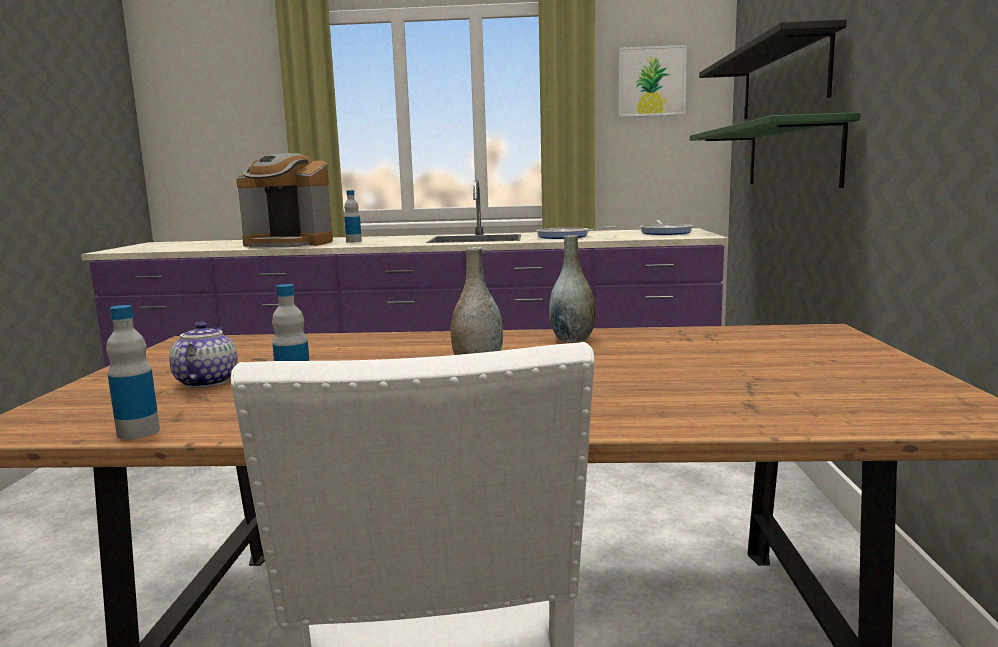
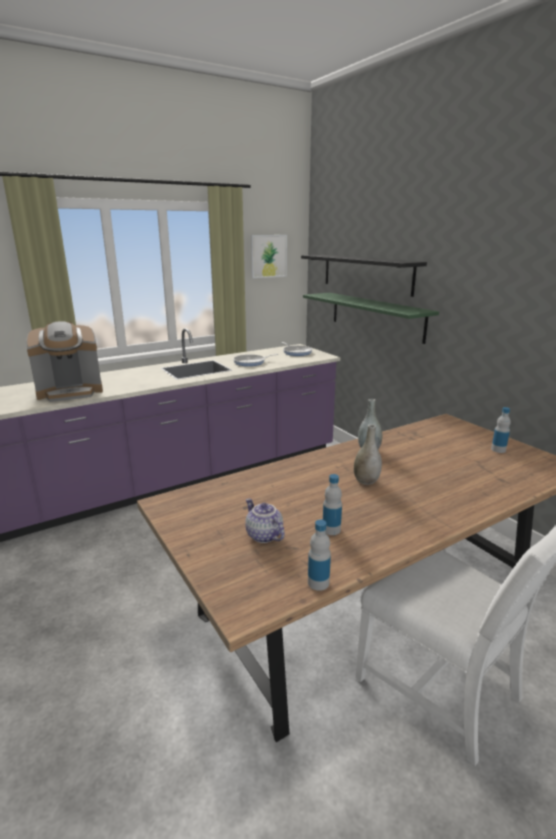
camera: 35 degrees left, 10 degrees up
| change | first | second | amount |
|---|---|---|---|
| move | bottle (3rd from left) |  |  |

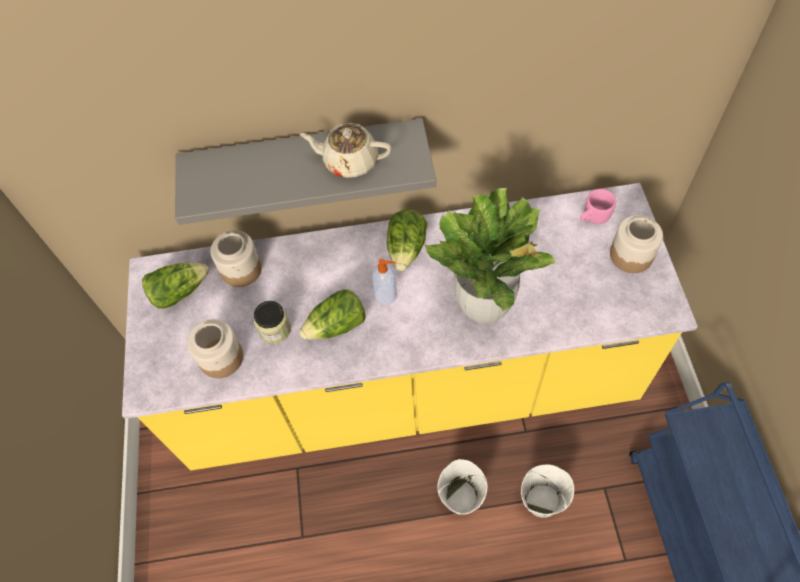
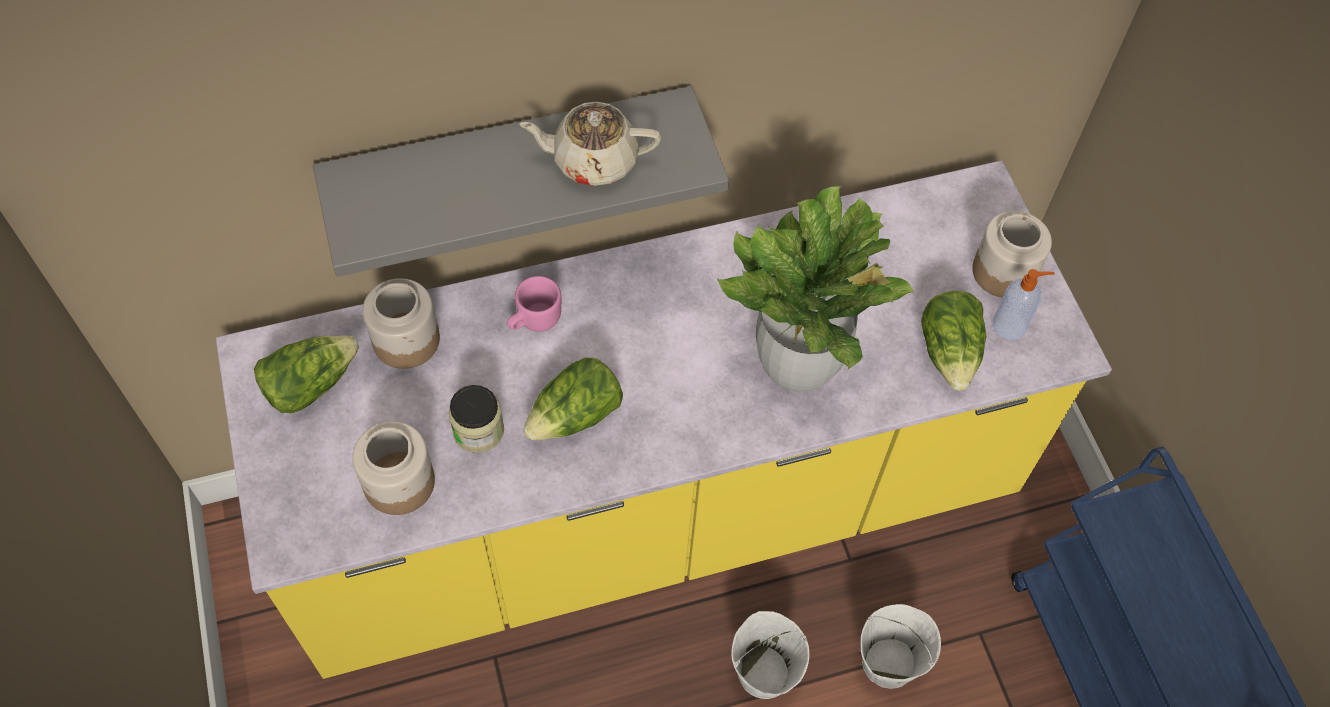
camera: 15 degrees left, 0 degrees up
| change | first | second | amount |
|---|---|---|---|
| move | soap dispenser |  |  |
| move | lettuce (3rd from left) |  |  |
| move | pink mug |  |  |

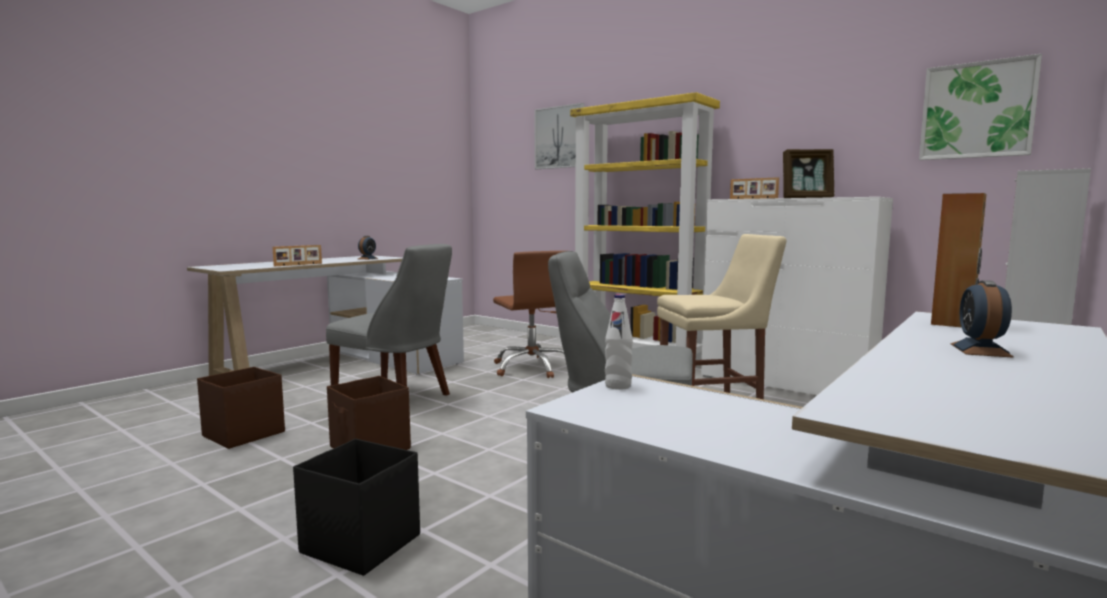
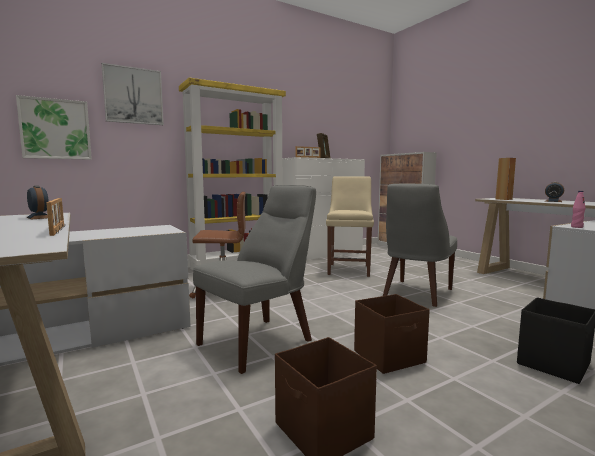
camera: 70 degrees left, 0 degrees up
| change | first | second | amount |
|---|---|---|---|
| move | picture (2nd from left in the first image) | picture (1st from left) |  |
| recolor | white bottle | pink bottle |  |

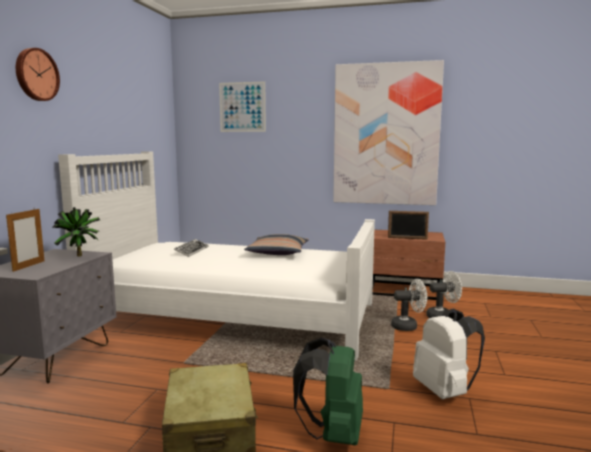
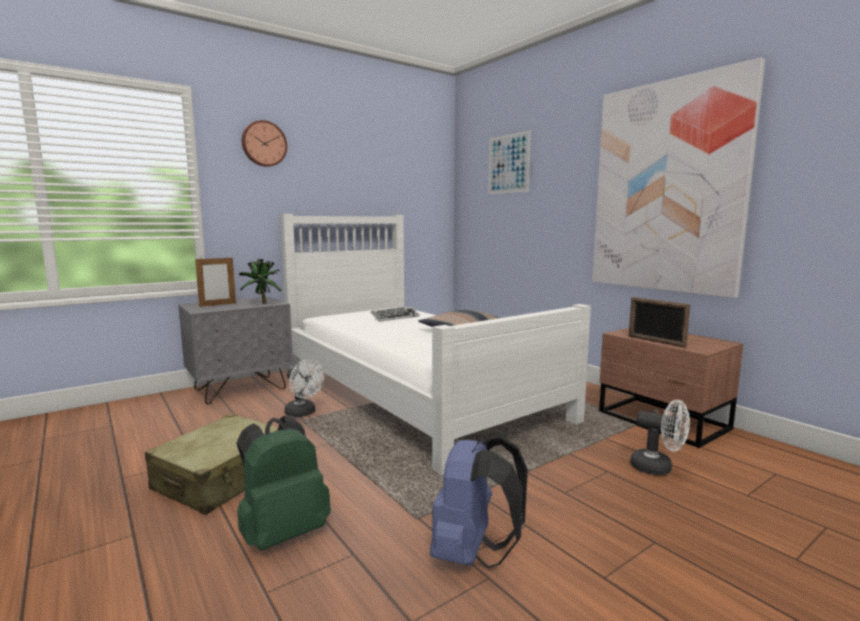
camera: 40 degrees right, 0 degrees up
| change | first | second | amount |
|---|---|---|---|
| move | white fan (1st from left) |  |  |
| recolor | white backpack | blue backpack |  |

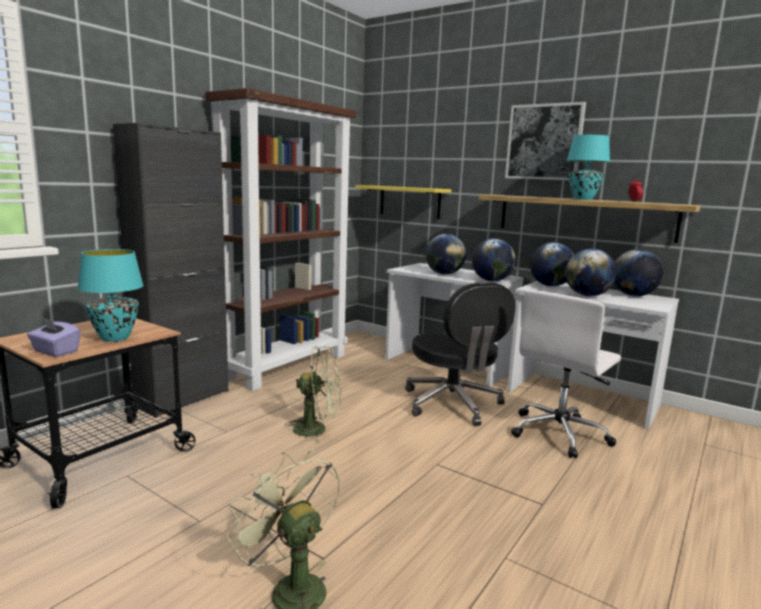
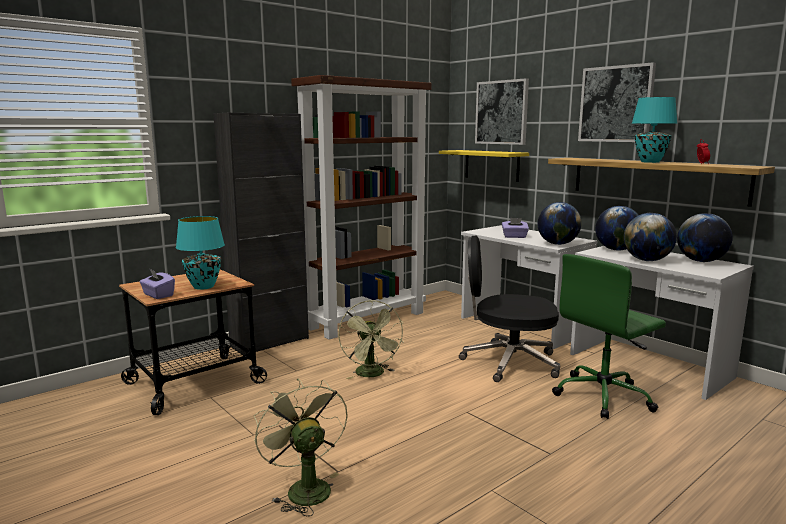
camera: 15 degrees right, 0 degrees up
| change | first | second | amount |
|---|---|---|---|
| insert |  | picture (1st from left) |  |
| replace | globe (1st from left) | purple tissue box (2nd from left) |  |
| recolor | white office chair | green office chair |  |
| rotate | green fan (2nd from left) |  | 60 degrees clockwise |
| rotate | black office chair |  | 105 degrees clockwise |

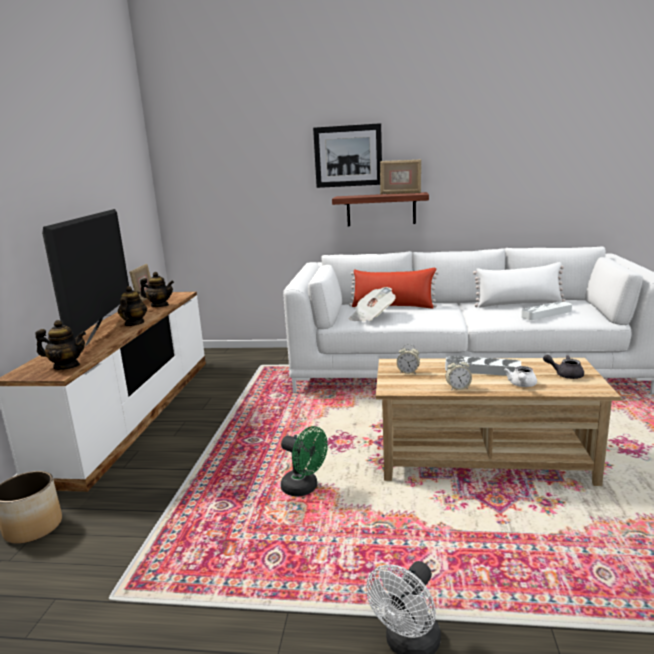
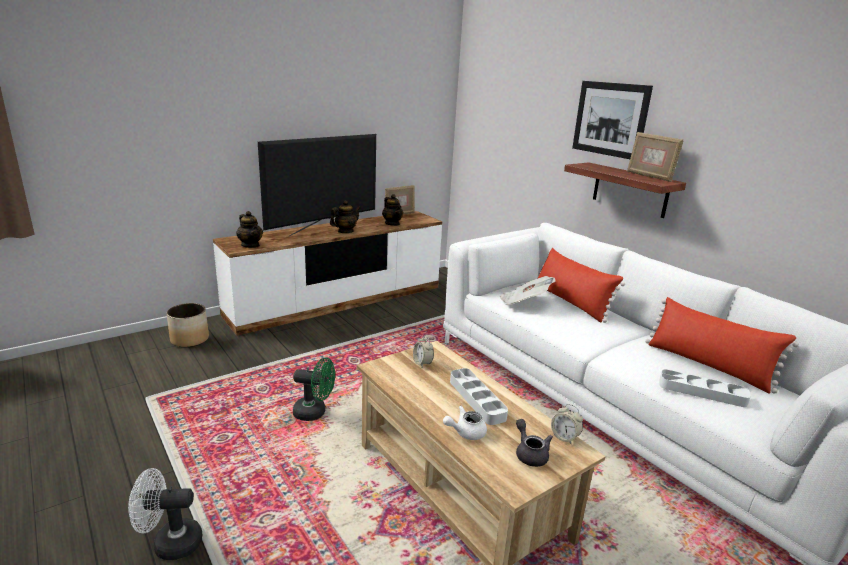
camera: 45 degrees right, 5 degrees up
| change | first | second | amount |
|---|---|---|---|
| move | alarm clock (2nd from left) |  |  |
| recolor | white pillow | red pillow (2nd from left) |  |
| rotate | green fan |  | 75 degrees counterclockwise |

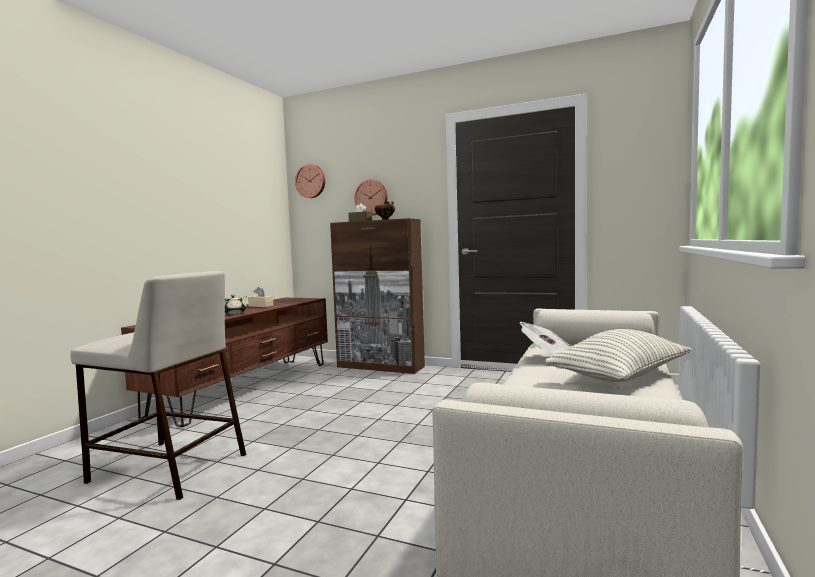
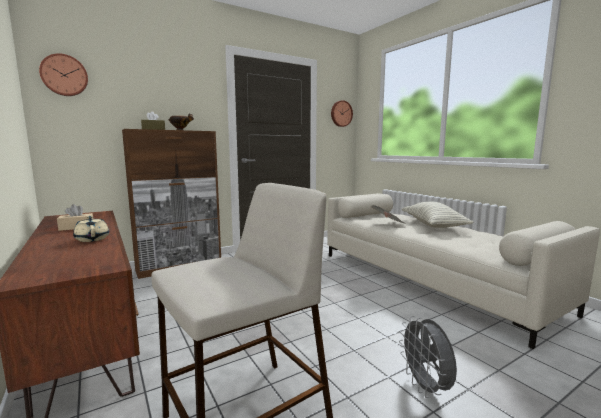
camera: 55 degrees left, 5 degrees up
| change | first | second | amount |
|---|---|---|---|
| insert |  | grey fan |  |
| move | wall clock (2nd from left) |  |  |

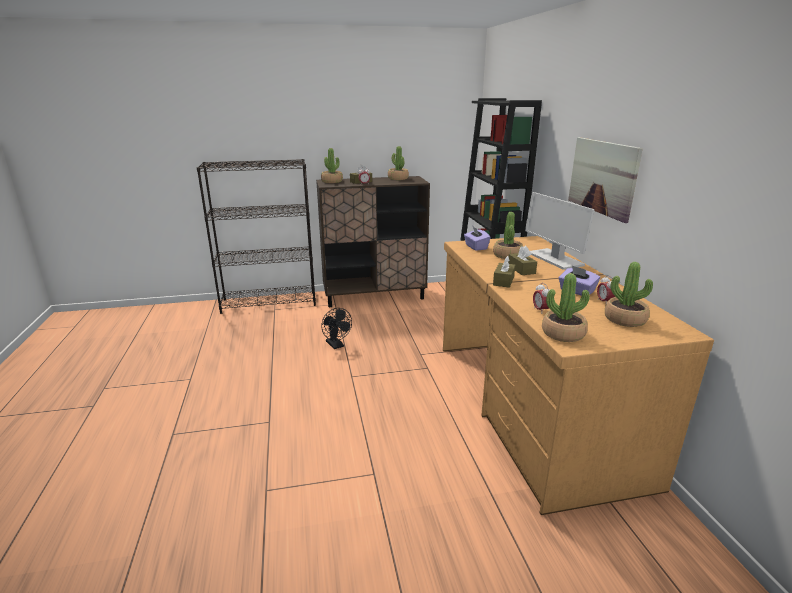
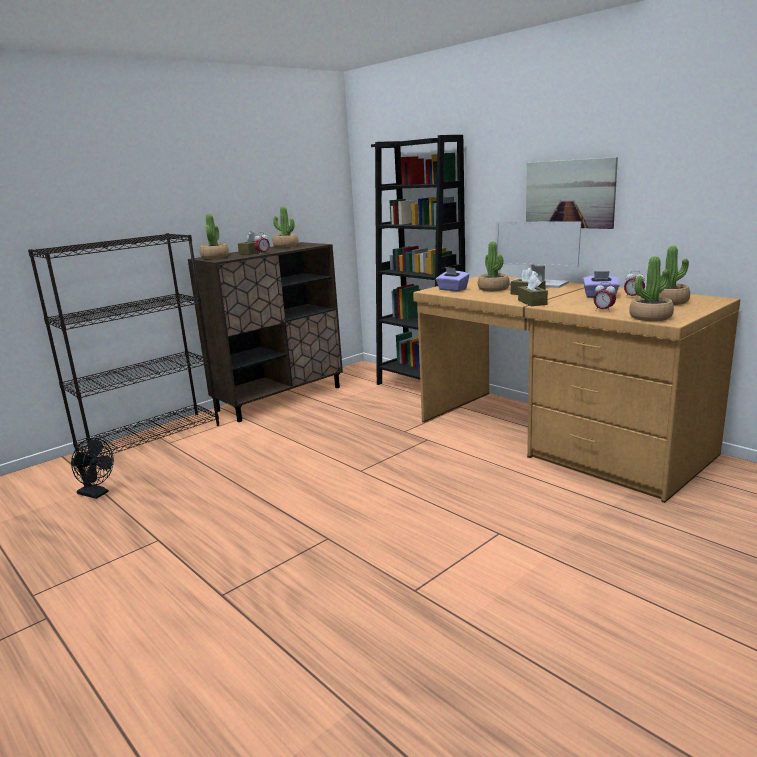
camera: 30 degrees left, 5 degrees down
| change | first | second | amount |
|---|---|---|---|
| move | black fan |  |  |

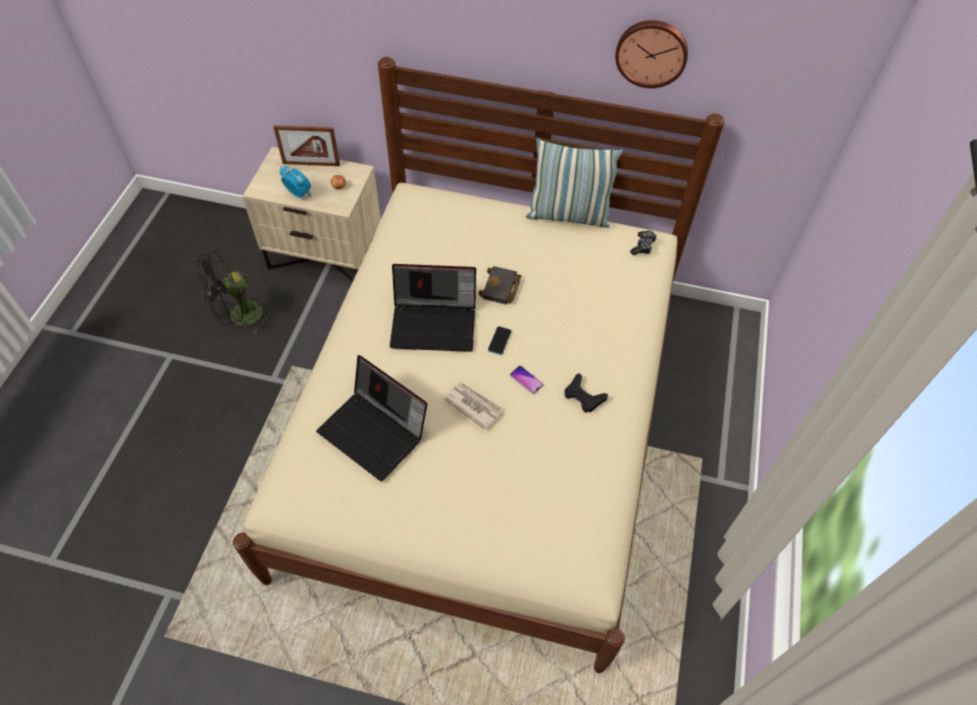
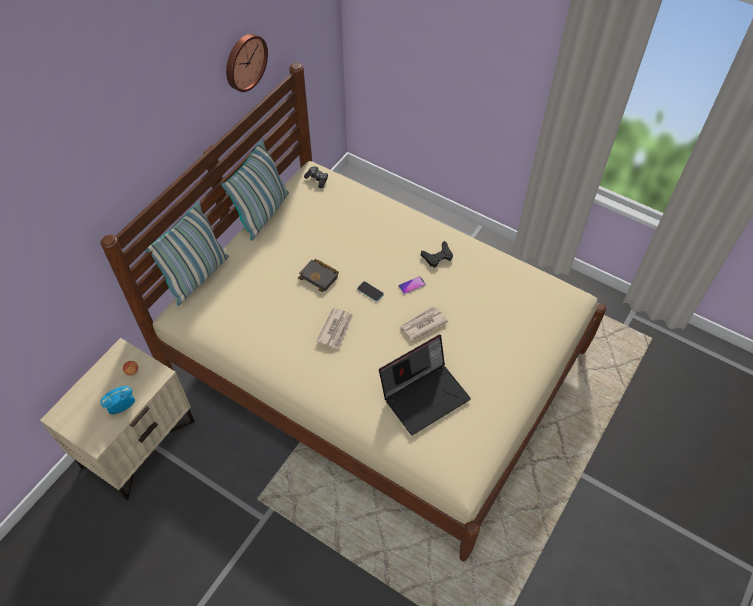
camera: 70 degrees left, 0 degrees up
| change | first | second | amount |
|---|---|---|---|
| delete | black fan |  |  |
| delete | picture frame |  |  |
| insert |  | pillow (1st from left) |  |
| replace | laptop (2nd from left) | newspaper (1st from left) |  |

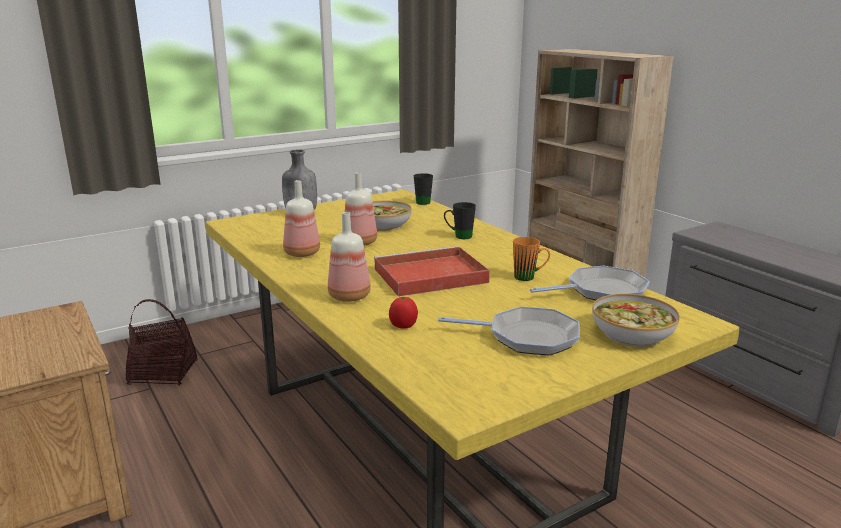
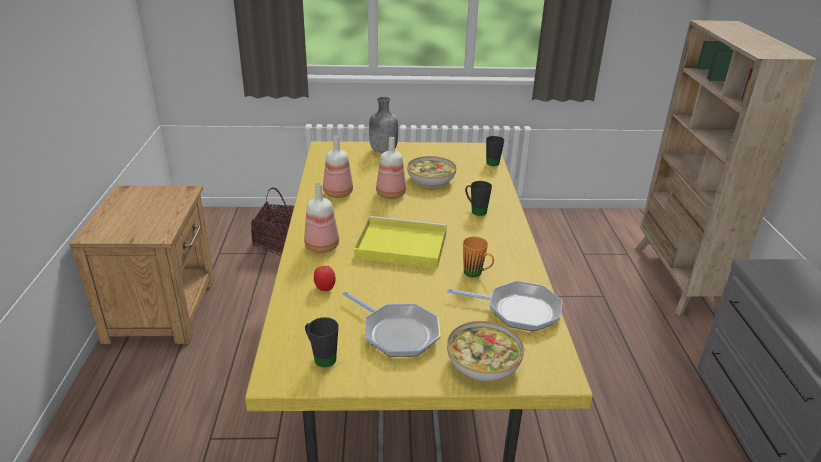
camera: 30 degrees right, 10 degrees up
| change | first | second | amount |
|---|---|---|---|
| insert |  | black mug (1st from left) |  |
| recolor | red tray | yellow tray |  |

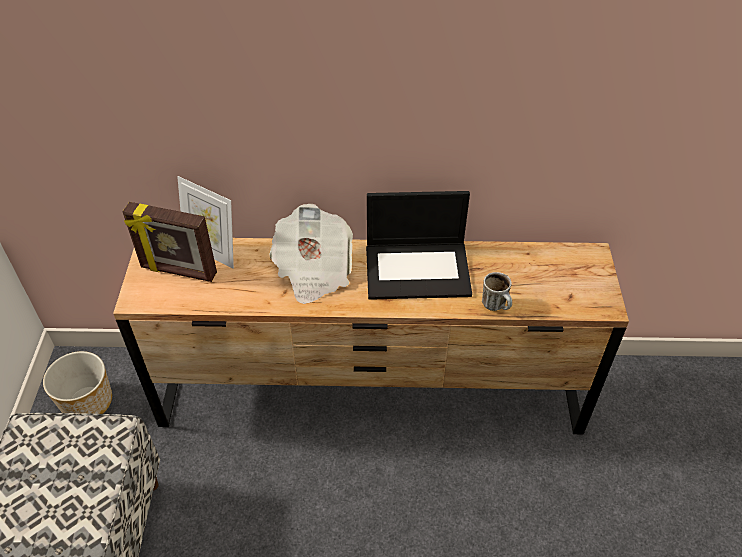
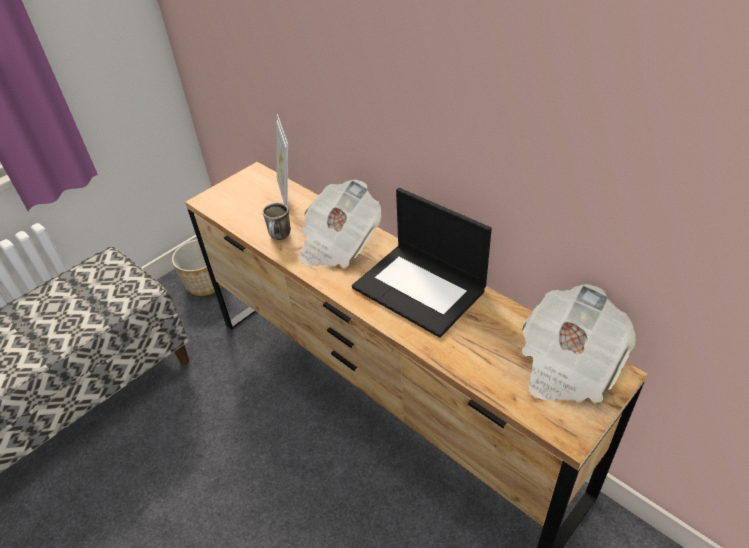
camera: 45 degrees right, 5 degrees down
| change | first | second | amount |
|---|---|---|---|
| delete | picture frame (1st from left) |  |  |
| insert |  | newspaper (2nd from left) |  |
| move | mug |  |  |

